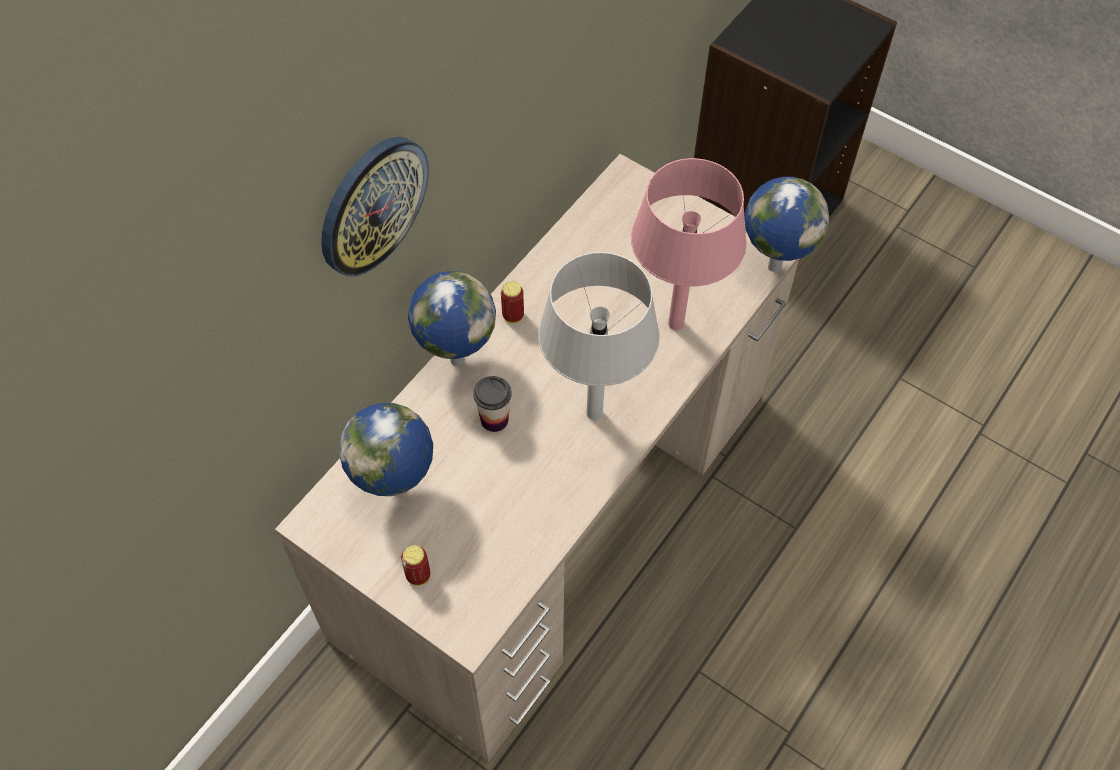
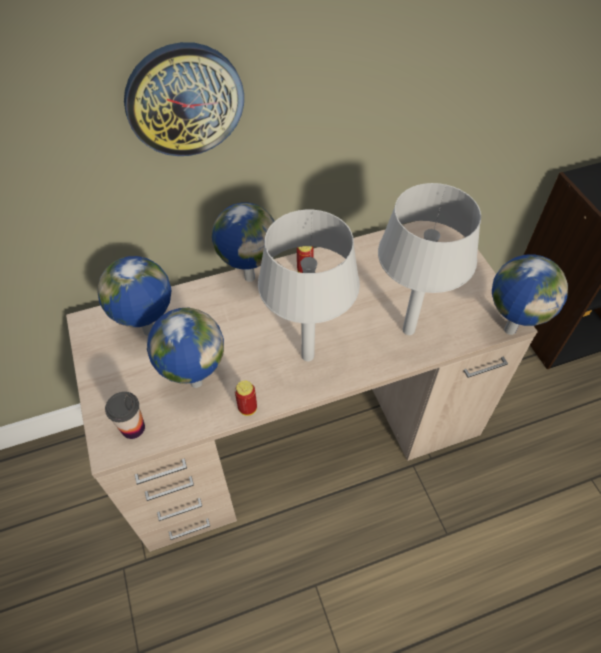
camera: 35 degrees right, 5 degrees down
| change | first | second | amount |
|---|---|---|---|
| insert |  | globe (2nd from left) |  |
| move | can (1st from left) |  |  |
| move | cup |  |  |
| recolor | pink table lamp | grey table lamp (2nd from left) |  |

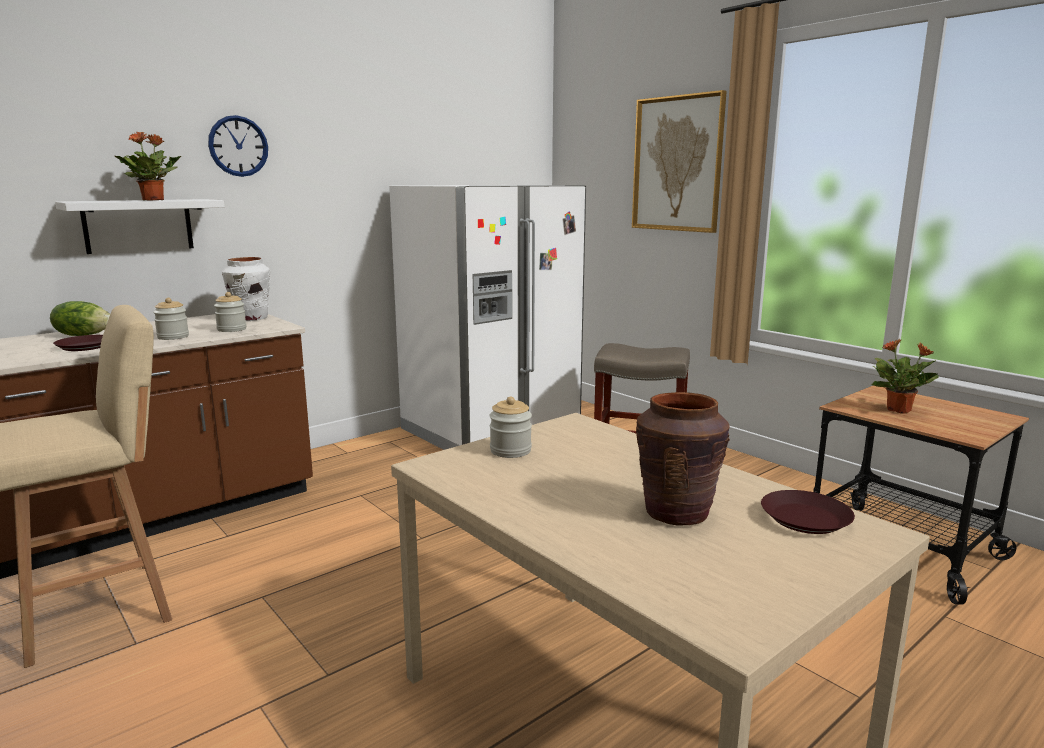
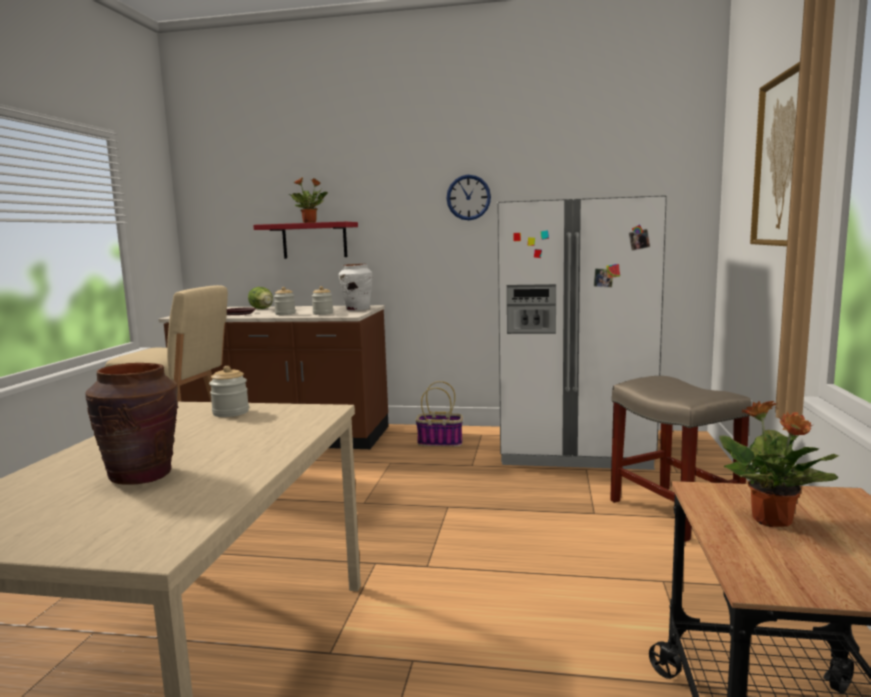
camera: 50 degrees right, 5 degrees down
| change | first | second | amount |
|---|---|---|---|
| delete | brown plate (2nd from left) |  |  |
| insert |  | basket |  |
| move | wall clock |  |  |
| recolor | white shelf | red shelf |  |

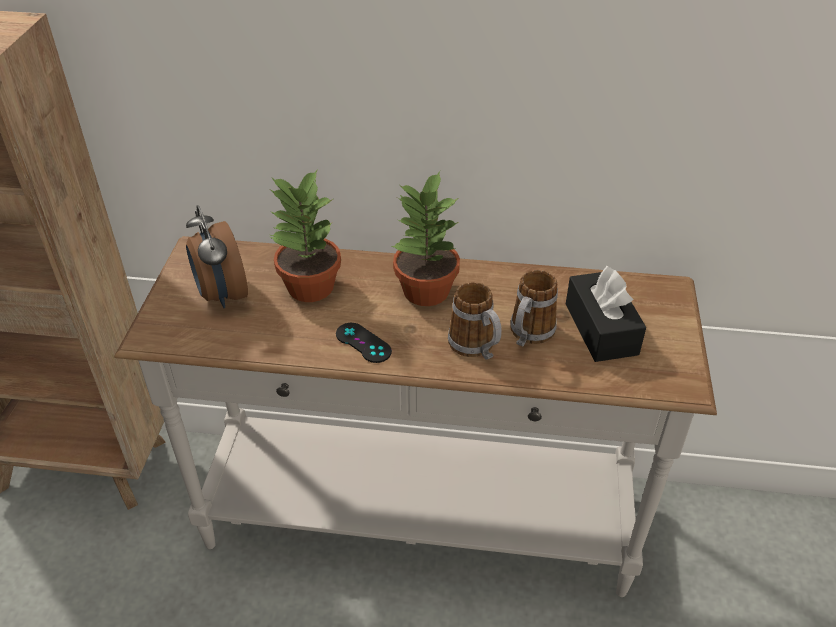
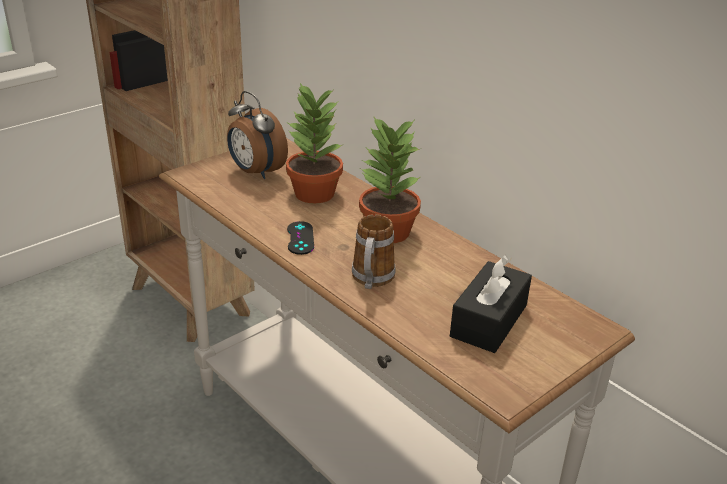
camera: 40 degrees right, 10 degrees down
| change | first | second | amount |
|---|---|---|---|
| delete | mug (2nd from left) |  |  |
| rotate | alarm clock |  | 60 degrees counterclockwise |

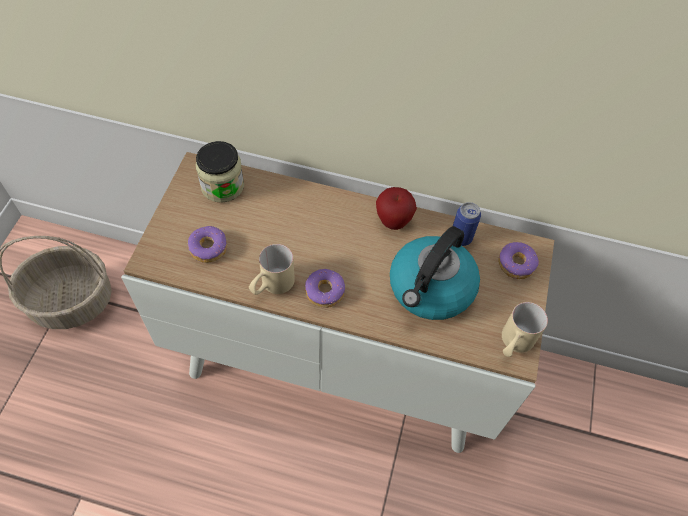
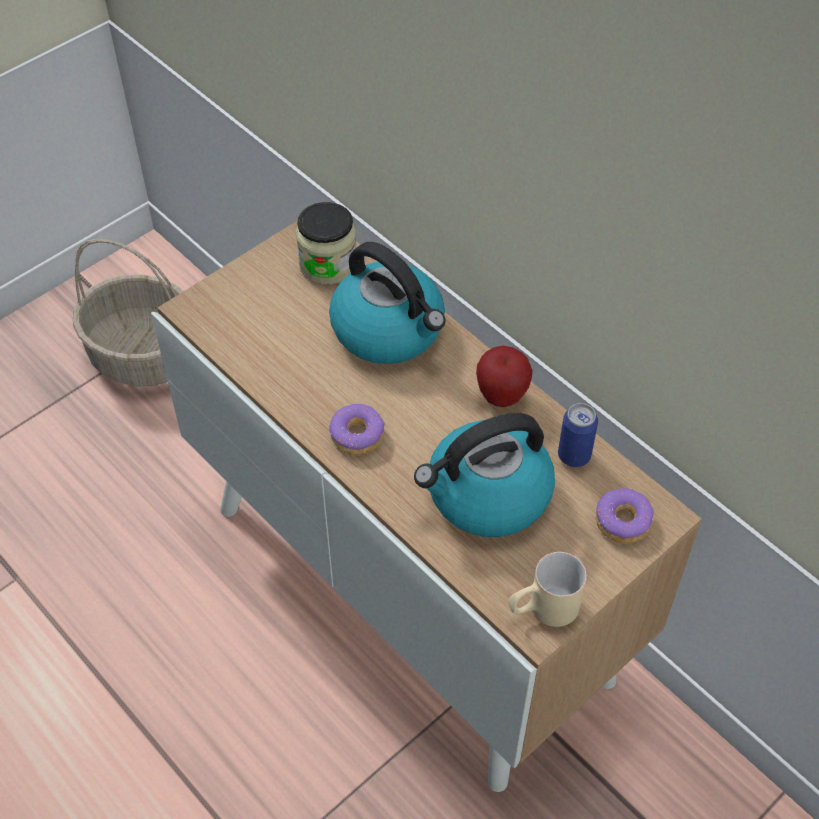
camera: 35 degrees right, 5 degrees down
| change | first | second | amount |
|---|---|---|---|
| delete | donut (1st from left) |  |  |
| delete | beige mug (1st from left) |  |  |
| insert |  | kettle (1st from left) |  |

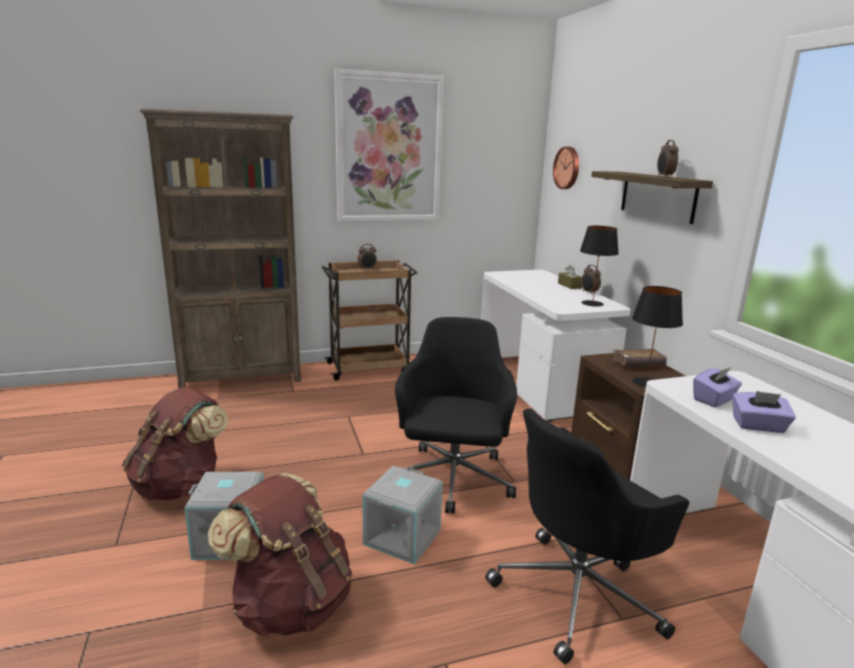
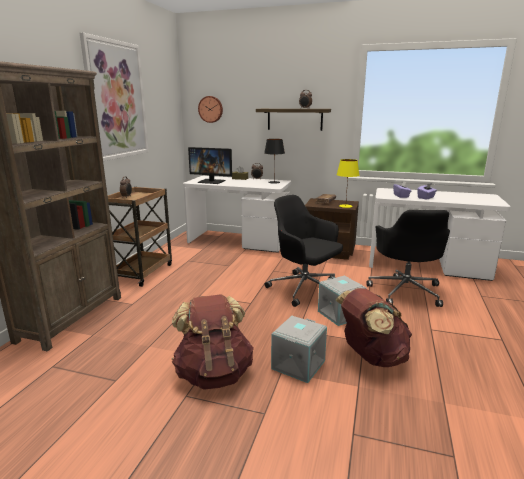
camera: 55 degrees left, 0 degrees up
| change | first | second | amount |
|---|---|---|---|
| insert |  | monitor |  |
| recolor | black table lamp (2nd from left) | yellow table lamp |  |

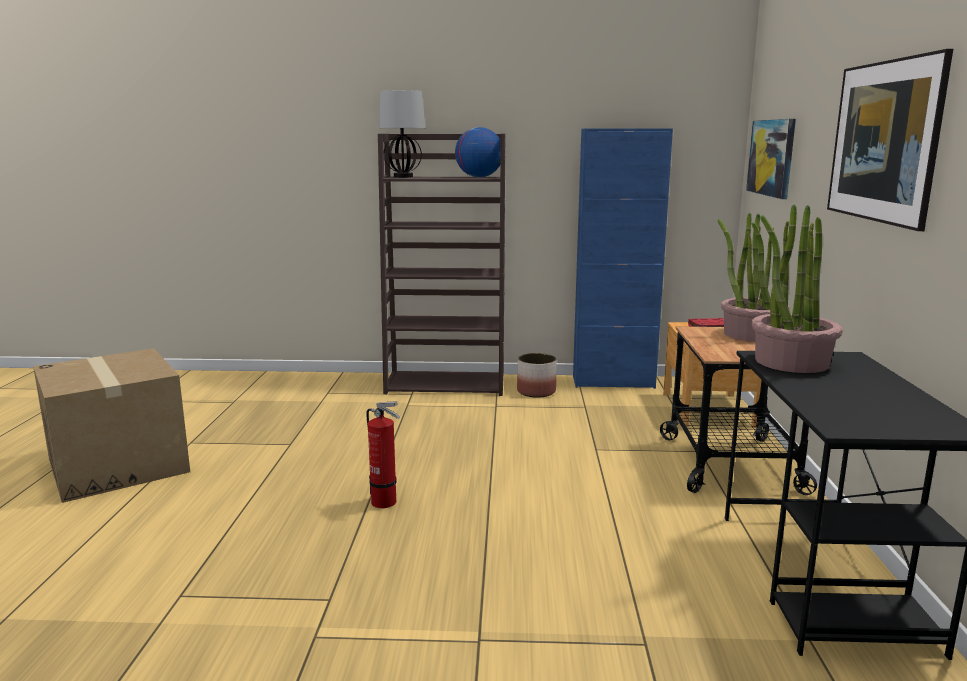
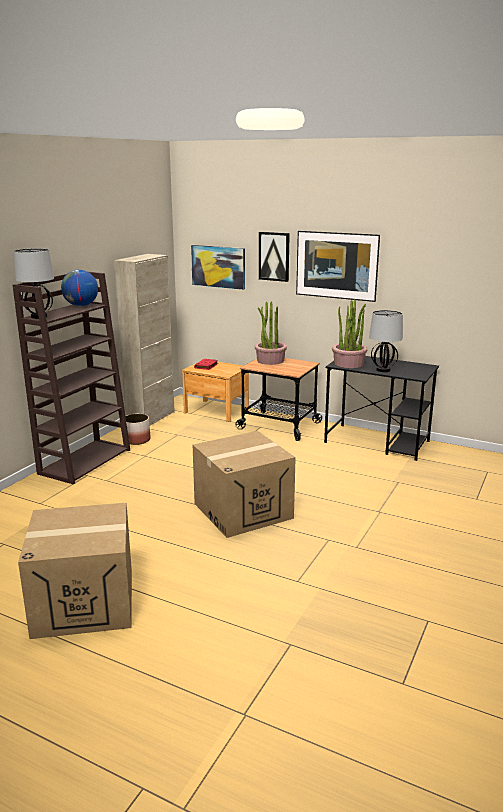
camera: 65 degrees left, 5 degrees up
| change | first | second | amount |
|---|---|---|---|
| insert |  | picture (2nd from left) |  |
| insert |  | table lamp (2nd from left) |  |
| replace | fire extinguisher | cardboard box (2nd from left) |  |
| recolor | blue cabinet | beige cabinet |  |

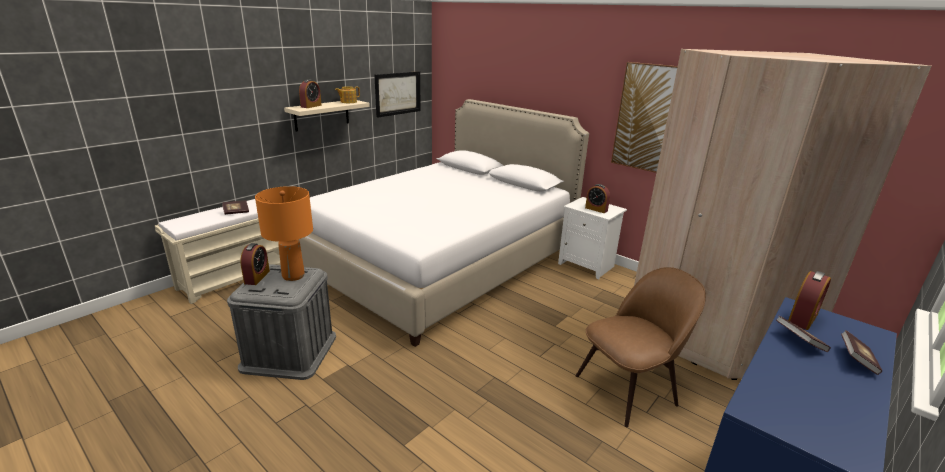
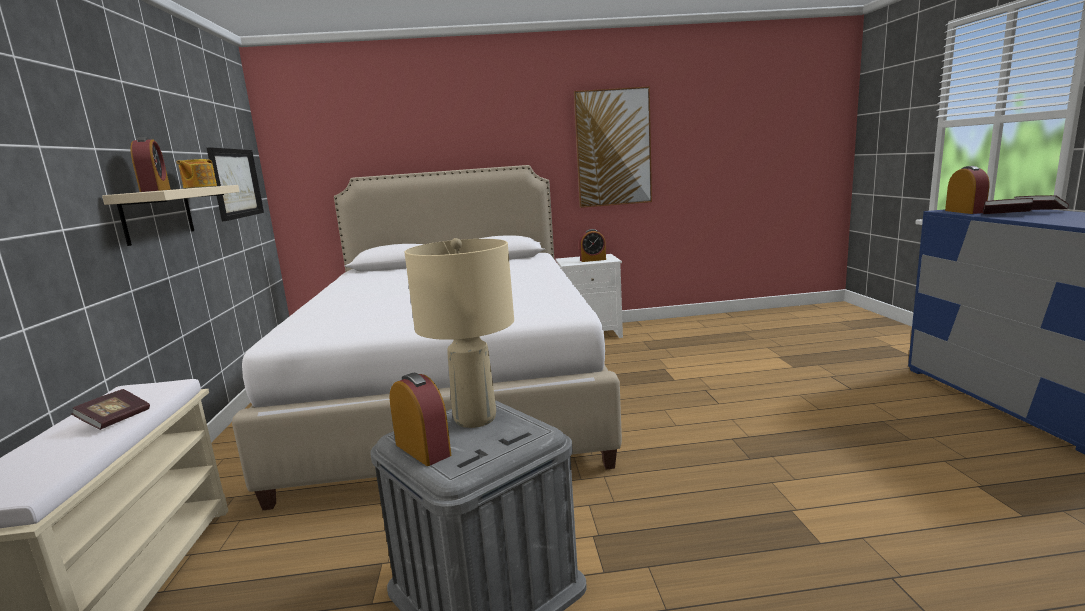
camera: 45 degrees left, 10 degrees down
| change | first | second | amount |
|---|---|---|---|
| delete | brown chair |  |  |
| delete | beige wardrobe |  |  |
| recolor | orange table lamp | beige table lamp |  |

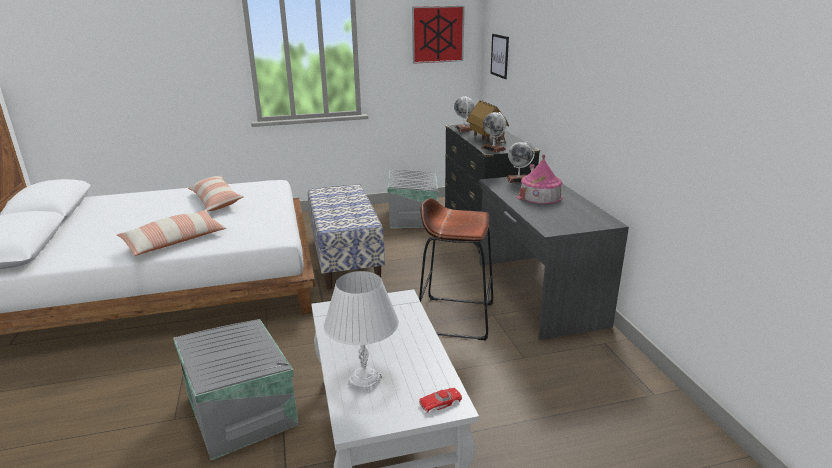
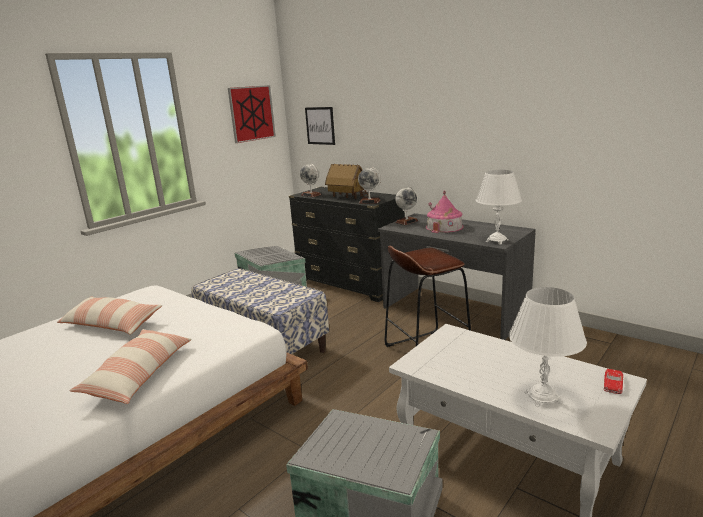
camera: 35 degrees left, 5 degrees down
| change | first | second | amount |
|---|---|---|---|
| insert |  | white table lamp (1st from left) |  |

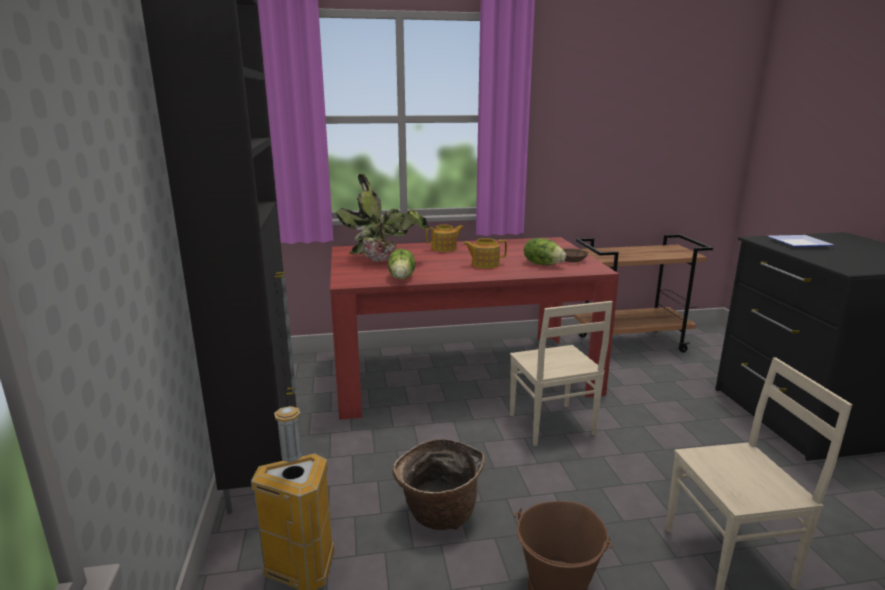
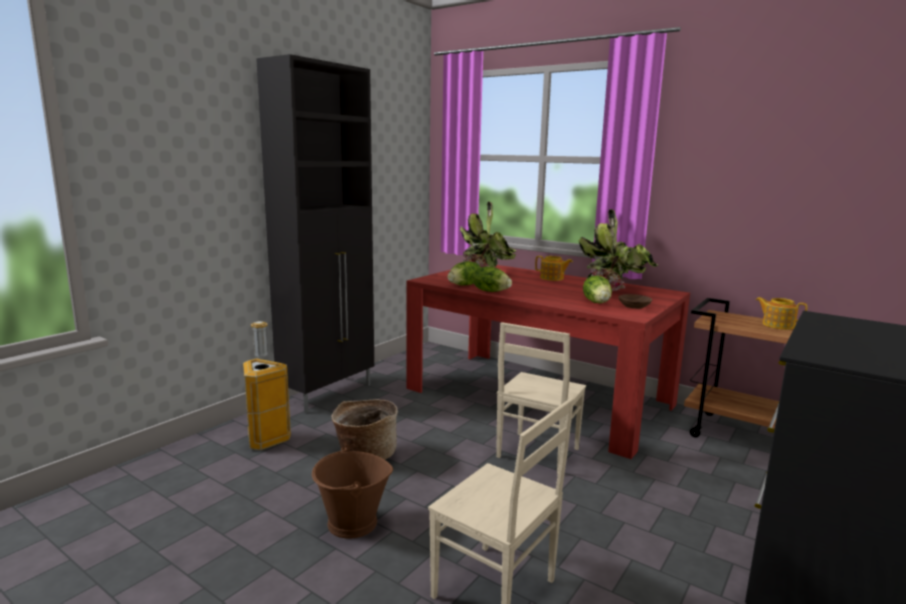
camera: 45 degrees right, 5 degrees down
| change | first | second | amount |
|---|---|---|---|
| delete | plate |  |  |
| insert |  | lettuce (2nd from left) |  |
| insert |  | potted plant (2nd from left) |  |
| move | teapot (2nd from left) |  |  |

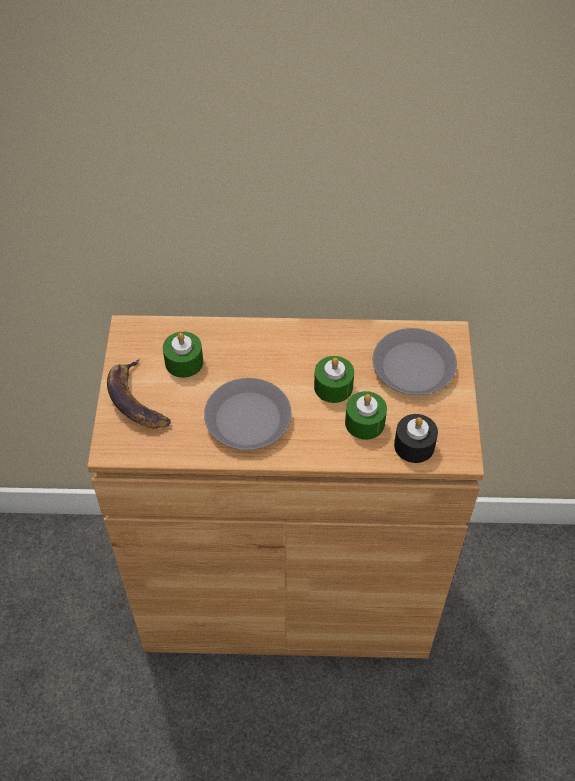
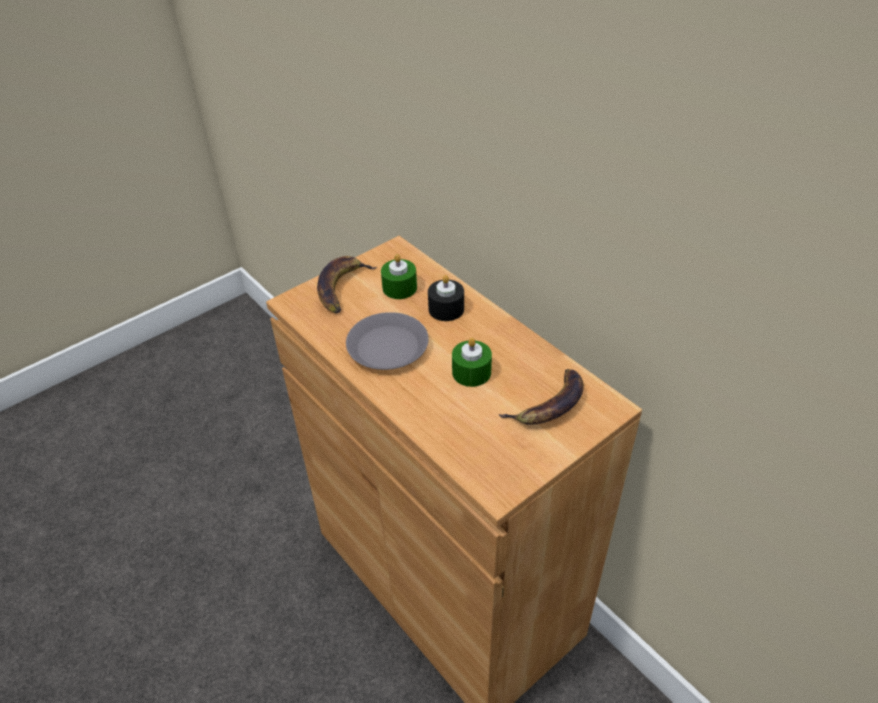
camera: 50 degrees right, 10 degrees down
| change | first | second | amount |
|---|---|---|---|
| delete | green candle (3rd from left) |  |  |
| move | black candle |  |  |
| replace | grey plate (2nd from left) | banana (2nd from left) |  |

